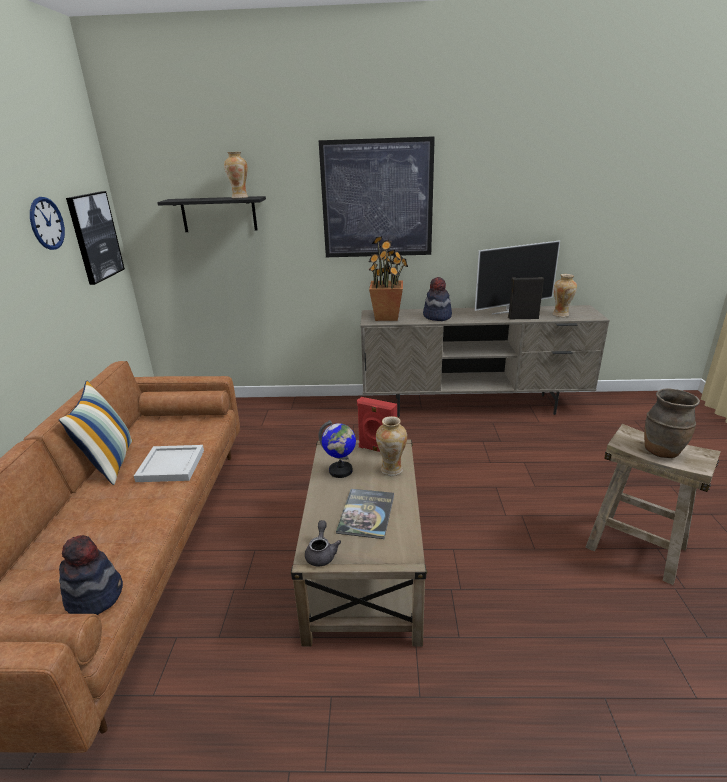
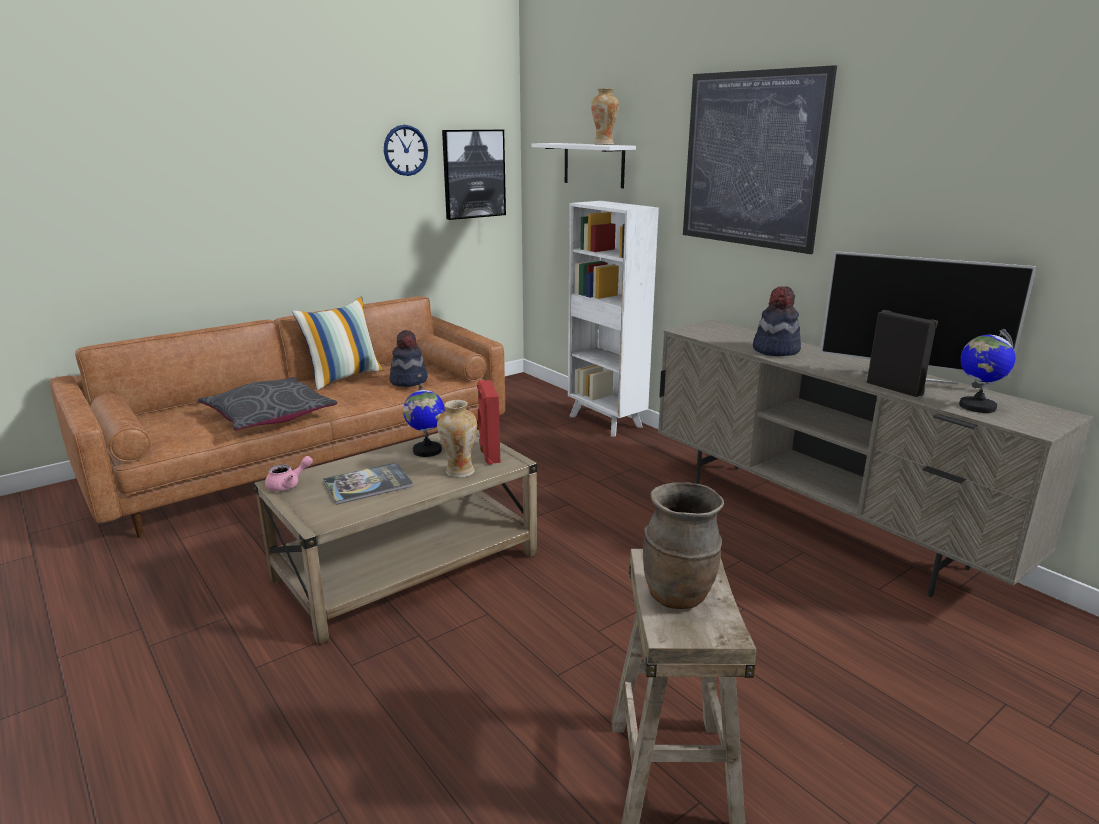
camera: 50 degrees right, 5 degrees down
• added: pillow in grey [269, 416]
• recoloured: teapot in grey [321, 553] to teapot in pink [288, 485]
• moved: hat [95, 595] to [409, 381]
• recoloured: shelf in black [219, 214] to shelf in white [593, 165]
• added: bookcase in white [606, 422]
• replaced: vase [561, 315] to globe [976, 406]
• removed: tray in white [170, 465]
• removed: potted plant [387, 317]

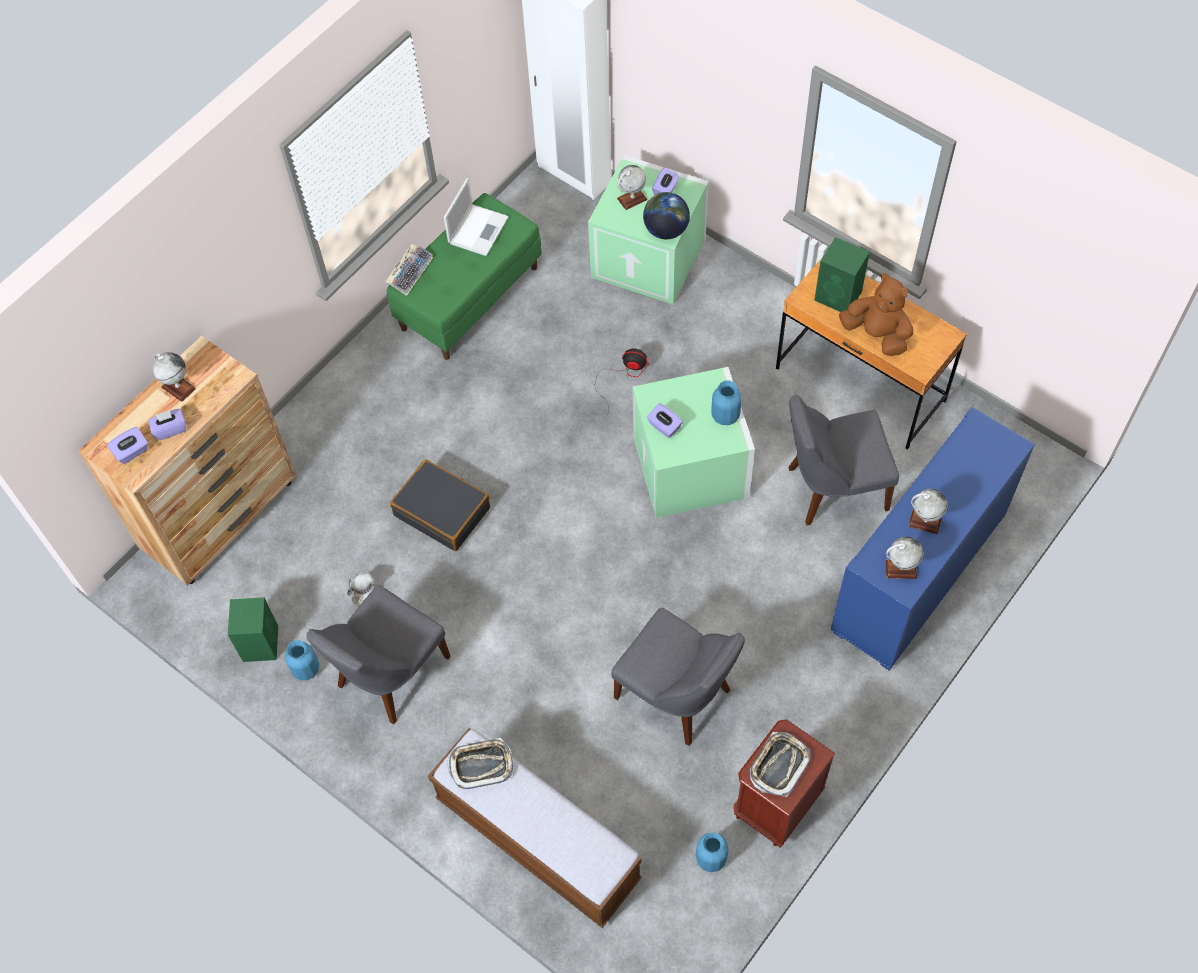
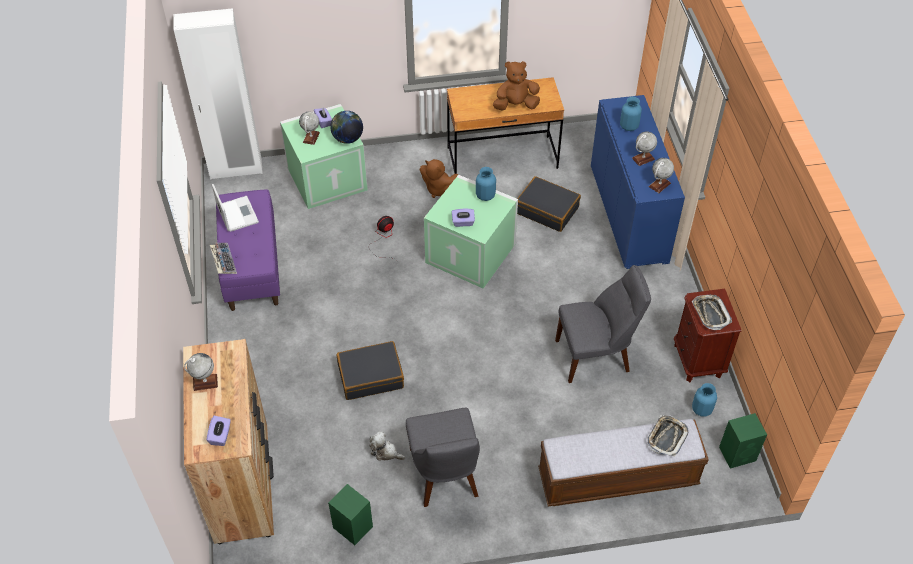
camera: 50 degrees left, 10 degrees down
• recoloured: bench in green [469, 297] to bench in purple [251, 266]
• added: plush toy in brown [439, 189]
• replaced: chair in grey [832, 488] to suitcase in black [547, 210]
• moved: vase in blue [306, 669] to [629, 126]
• moved: tray [481, 765] to [667, 437]
• moved: speaker in green [839, 296] to [738, 454]
• removed: tissue box in purple [170, 429]

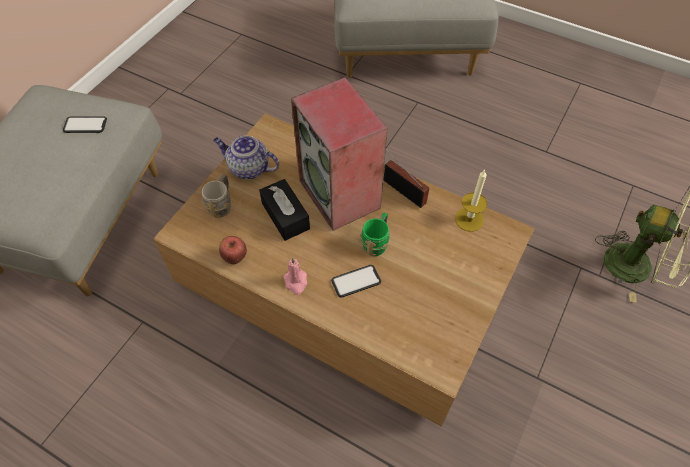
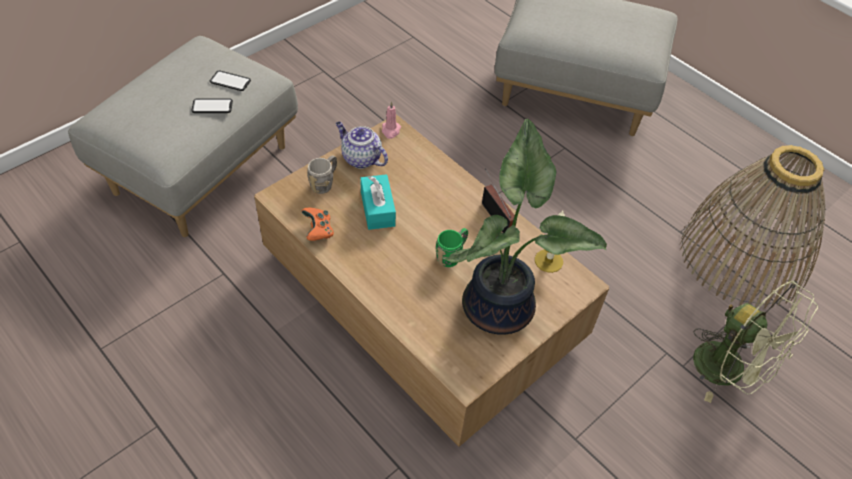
camera: 15 degrees right, 5 degrees down
• moved: phone [356, 281] to [212, 106]
• replaced: apple [235, 257] to game controller in orange [318, 231]
• recoloured: tissue box in black [285, 216] to tissue box in turquoise [377, 209]
• moved: candle in pink [296, 282] to [390, 131]
• added: potted plant [501, 305]
• added: basket [743, 256]
• removed: speaker [341, 194]

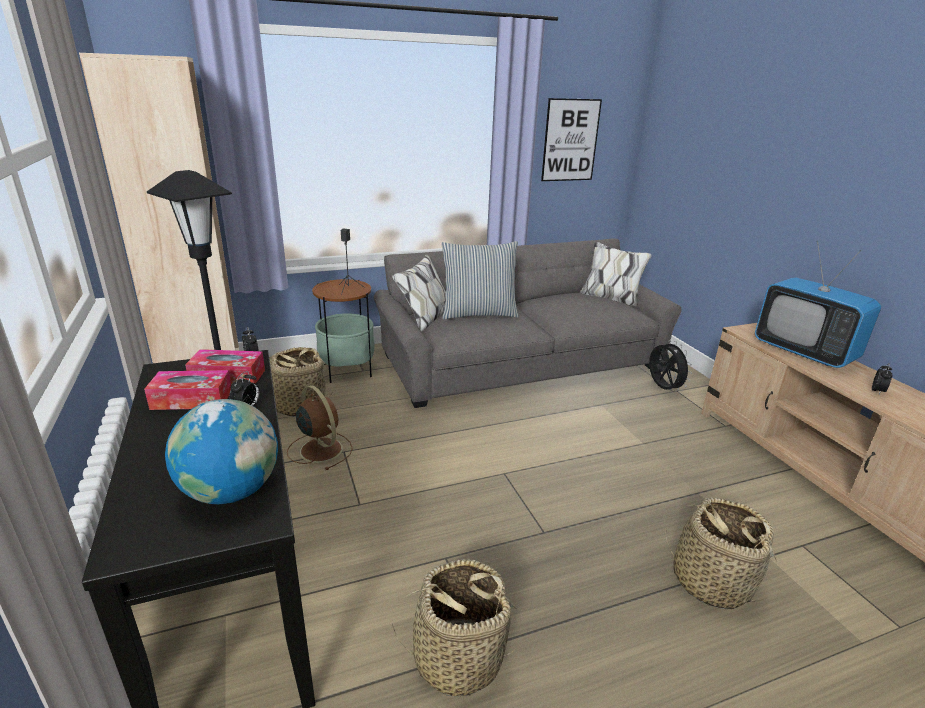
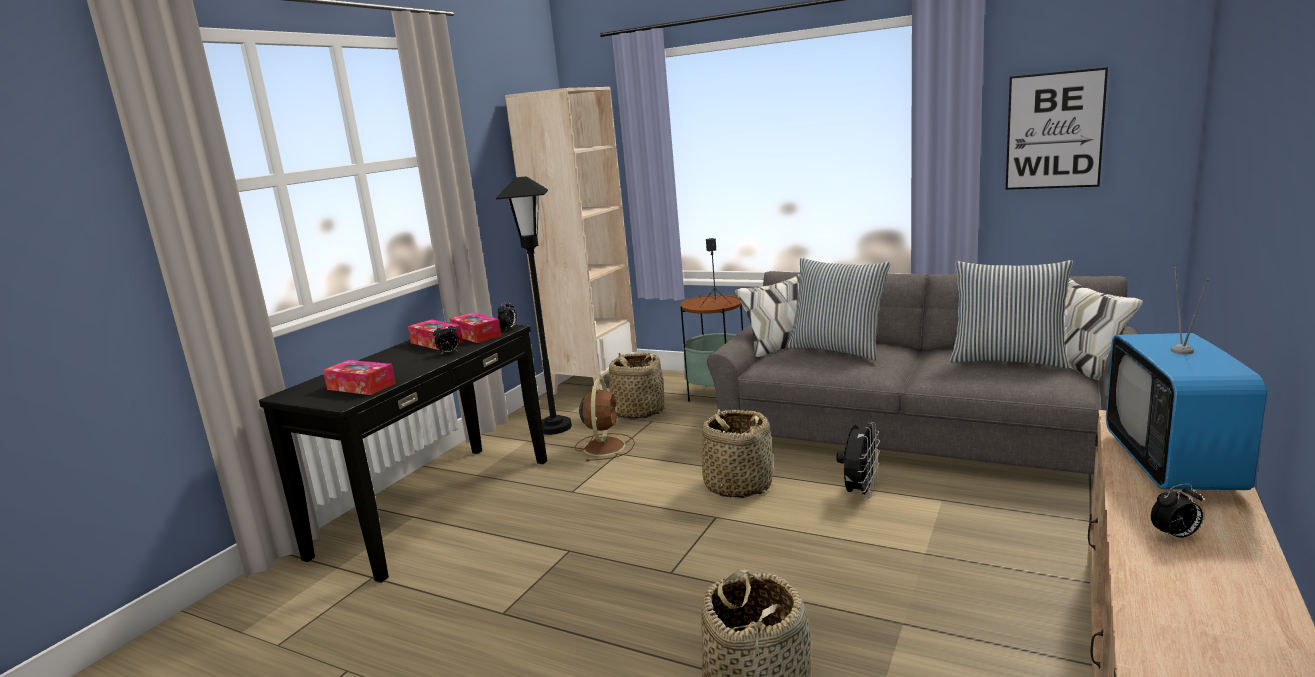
camera: 50 degrees right, 10 degrees down
• replaced: globe [231, 491] to tissue box [361, 386]
• moved: basket [458, 657] to [738, 485]
• moved: fan in black [662, 388] to [860, 493]
• added: pillow [1007, 360]

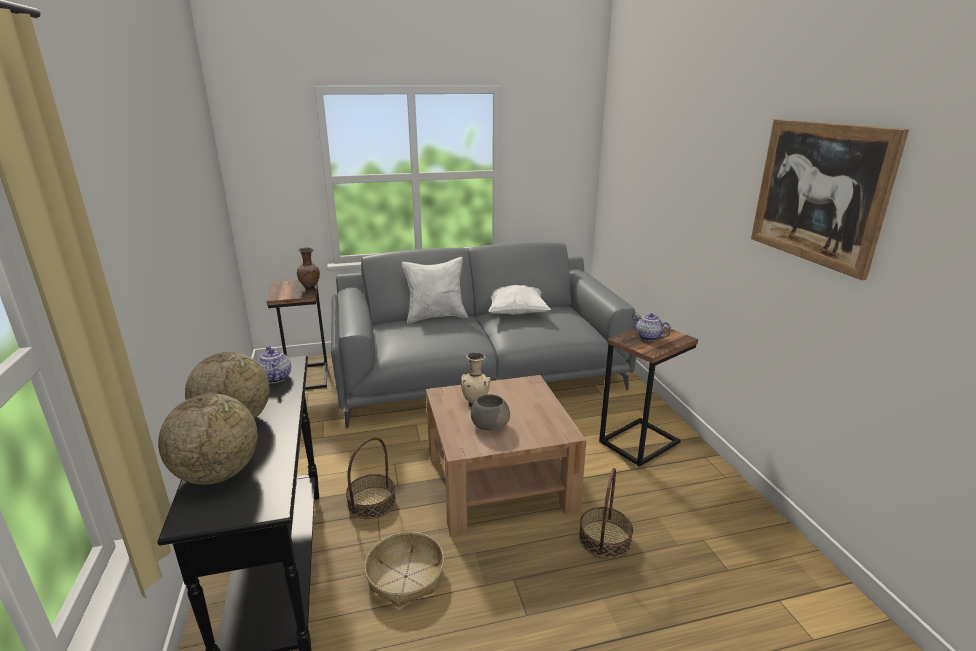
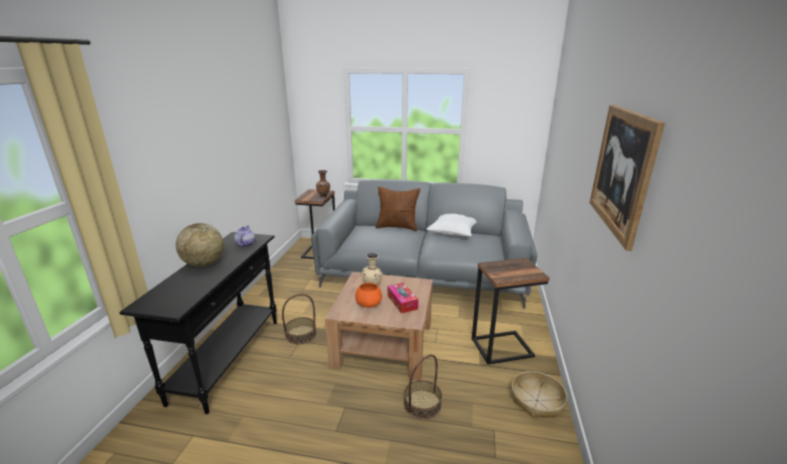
camera: 25 degrees right, 0 degrees up
• recoloured: bowl in grey [489, 425] to bowl in orange [369, 304]
• recoloured: pillow in white [436, 316] to pillow in brown [397, 227]
• added: tissue box [402, 302]
• moved: basket [405, 576] to [536, 400]
• removed: globe [218, 474]
• removed: teapot [648, 337]

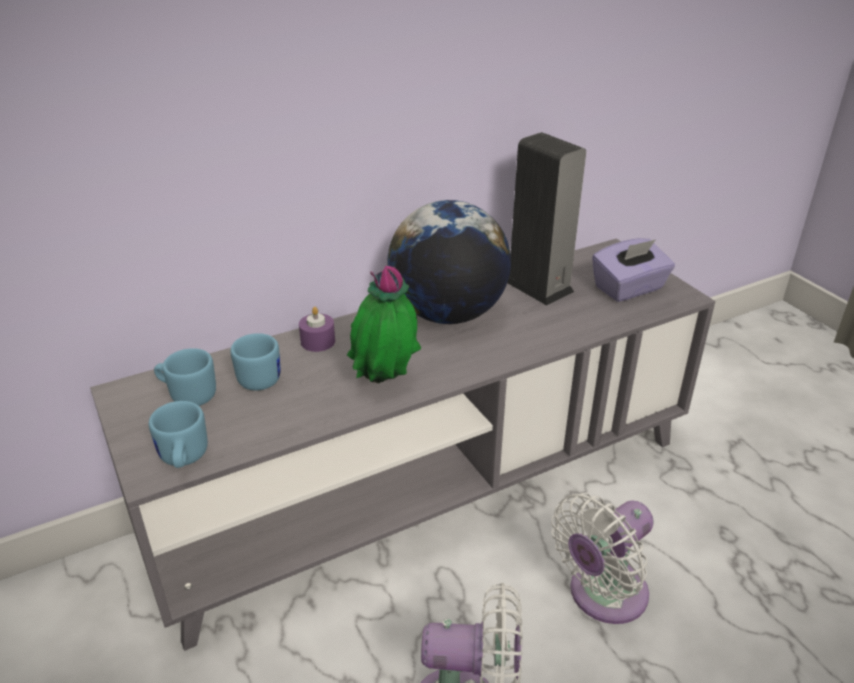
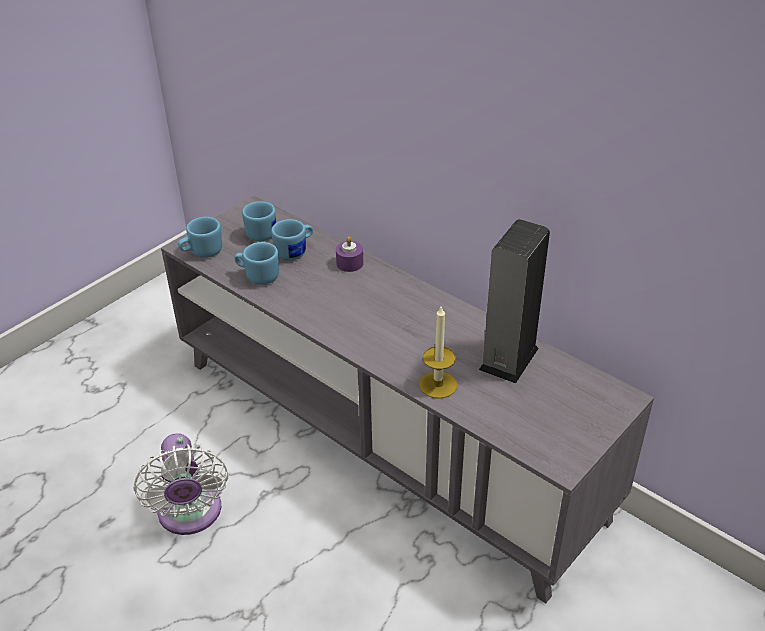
camera: 70 degrees right, 5 degrees up
• added: mug in blue [258, 276]
• added: candle [438, 385]
• removed: potted plant [385, 383]
• removed: globe [447, 314]
• removed: fan in white [602, 595]
• removed: tissue box in purple [629, 288]

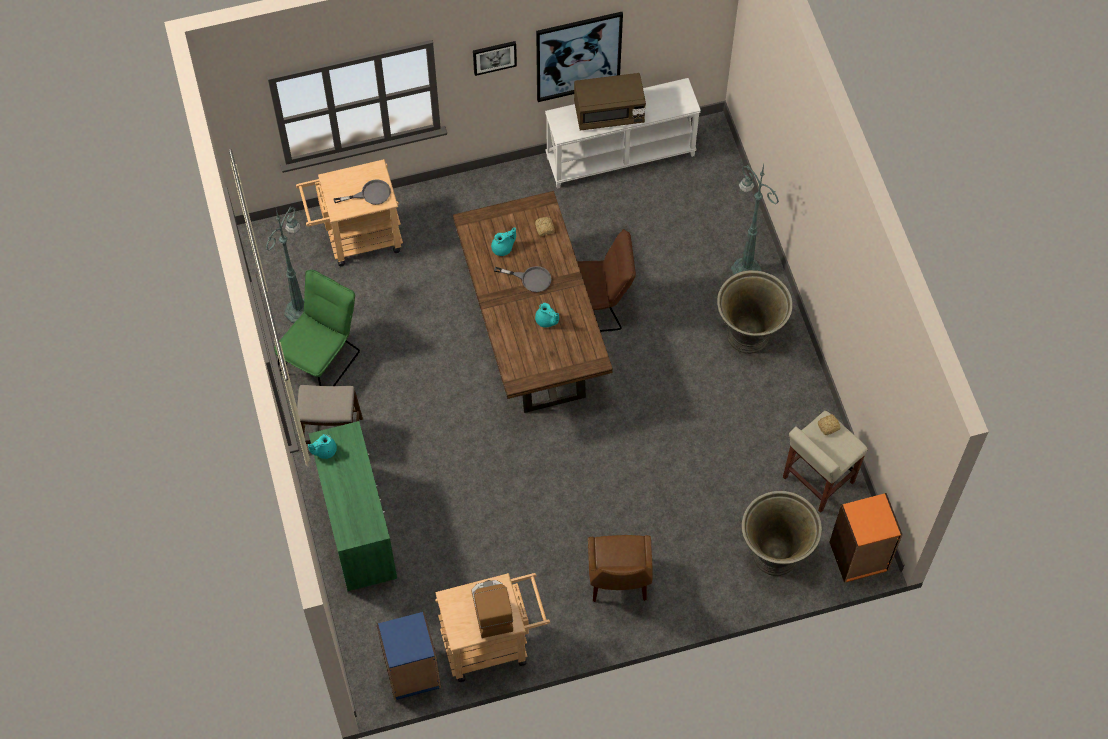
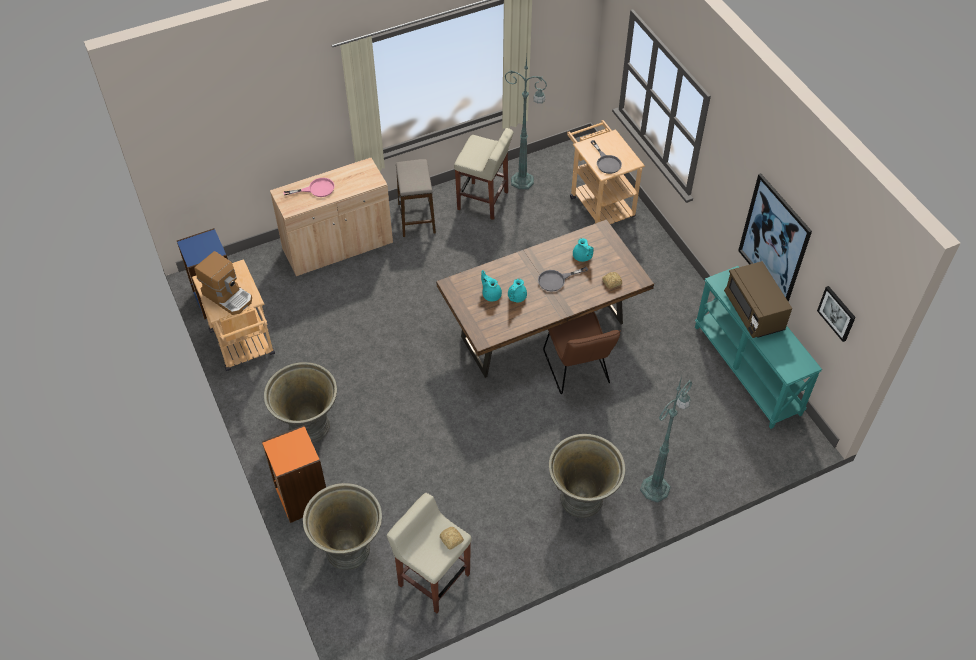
camera: 80 degrees right, 10 degrees down
• turned: coffee machine [491, 610] = [228, 296] 60 degrees clockwise
• moved: bookcase in orange [858, 557] to [302, 497]
• replaced: chair in brown [618, 581] to planter in grey [308, 427]
• recoloured: cabinet in green [358, 528] to cabinet in beige [338, 247]
• added: frying pan in pink [316, 189]
• replaced: chair in green [322, 358] to stool in beige [483, 201]
• moved: teapot in turquoise [324, 450] to [491, 294]
• turned: frying pan in grey [530, 279] = [556, 280] 60 degrees clockwise
• recoloured: console table in white [620, 155] to console table in turquoise [748, 370]
• moved: picture [494, 57] to [837, 313]

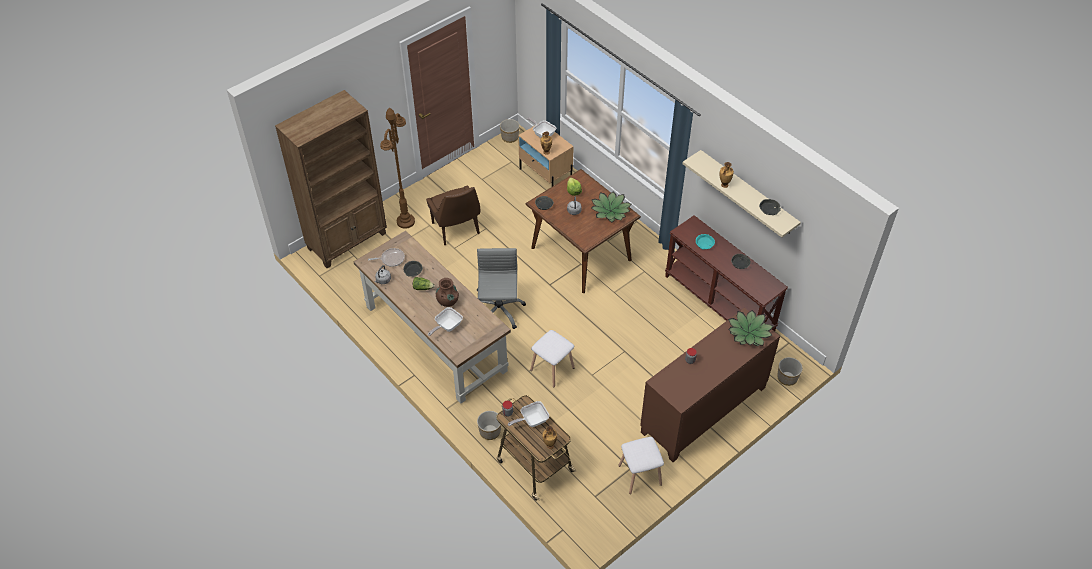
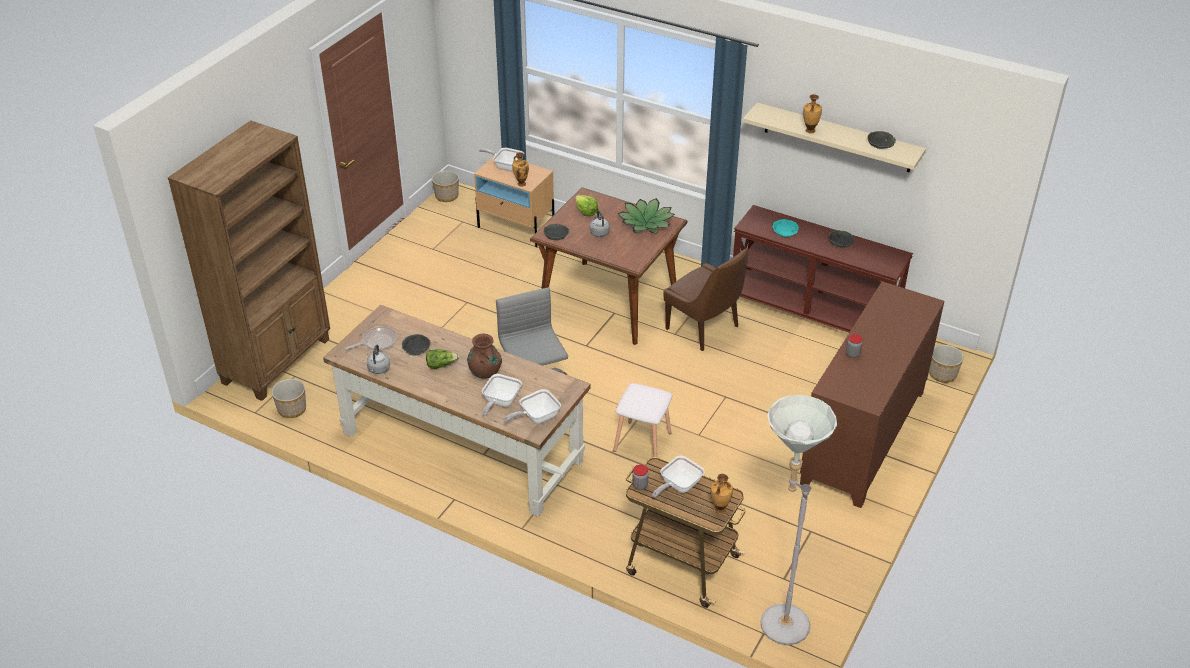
camera: 20 degrees left, 10 degrees down
• moved: planter [489, 431] to [291, 409]
• added: frying pan [536, 417]
• moved: chair in brown [456, 229] to [704, 329]
• added: floor lamp in grey [776, 618]
• removed: floor lamp in brown [405, 221]
• removed: stool in white [639, 475]
• removed: potted plant [749, 332]

